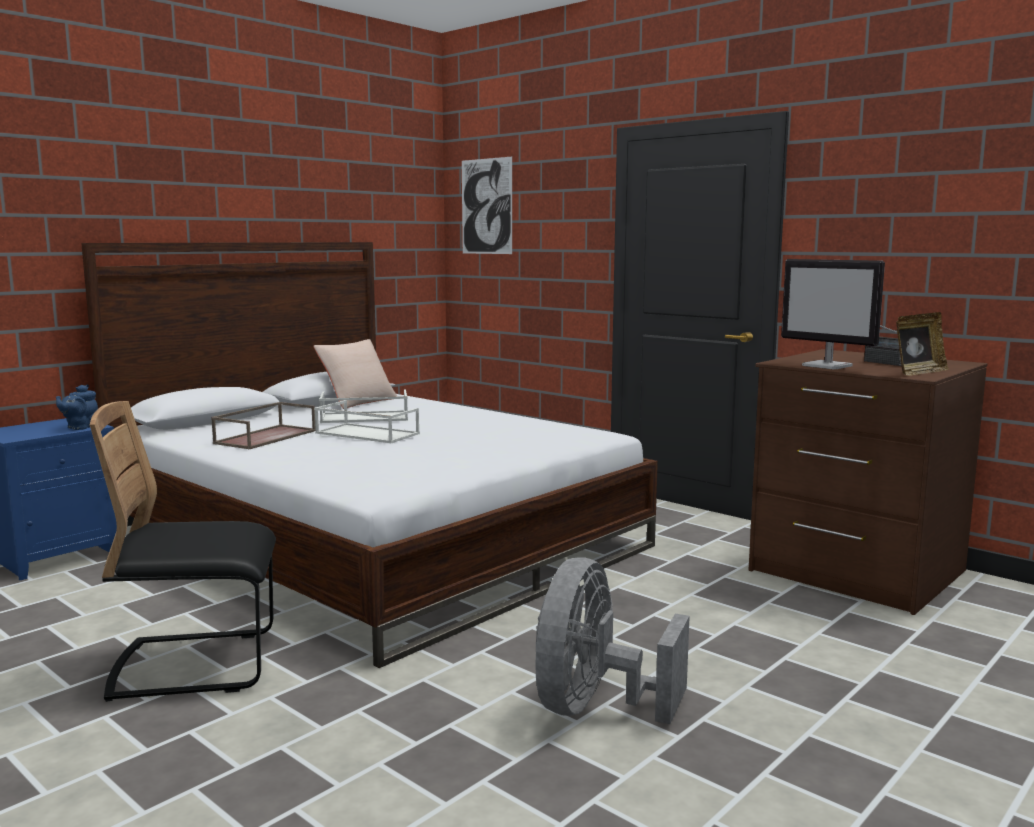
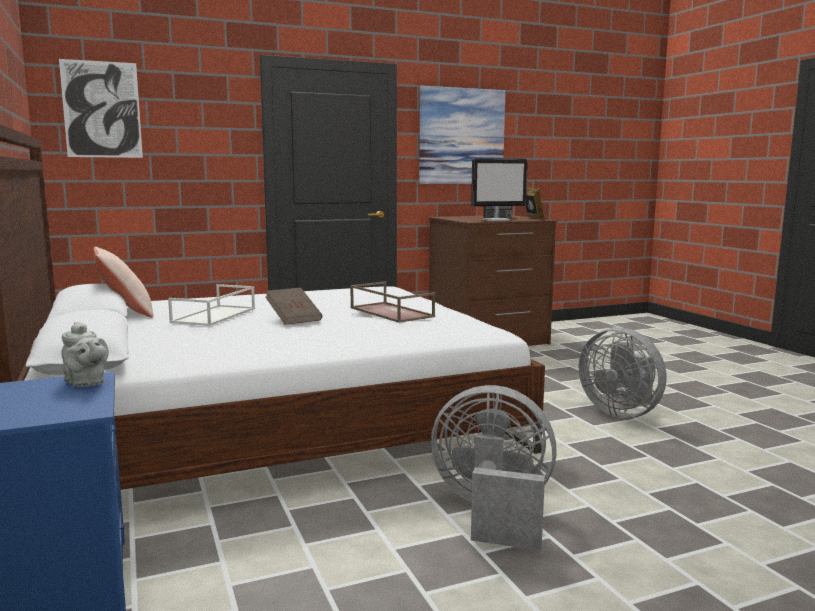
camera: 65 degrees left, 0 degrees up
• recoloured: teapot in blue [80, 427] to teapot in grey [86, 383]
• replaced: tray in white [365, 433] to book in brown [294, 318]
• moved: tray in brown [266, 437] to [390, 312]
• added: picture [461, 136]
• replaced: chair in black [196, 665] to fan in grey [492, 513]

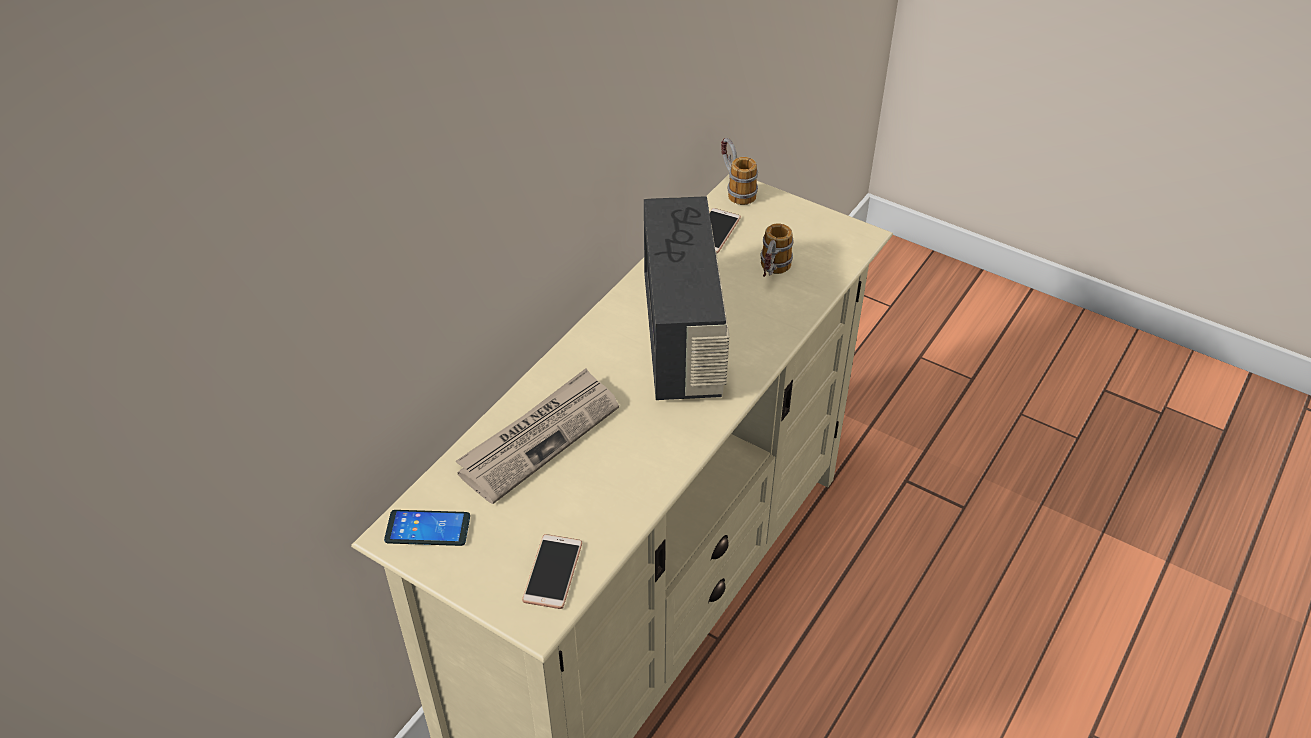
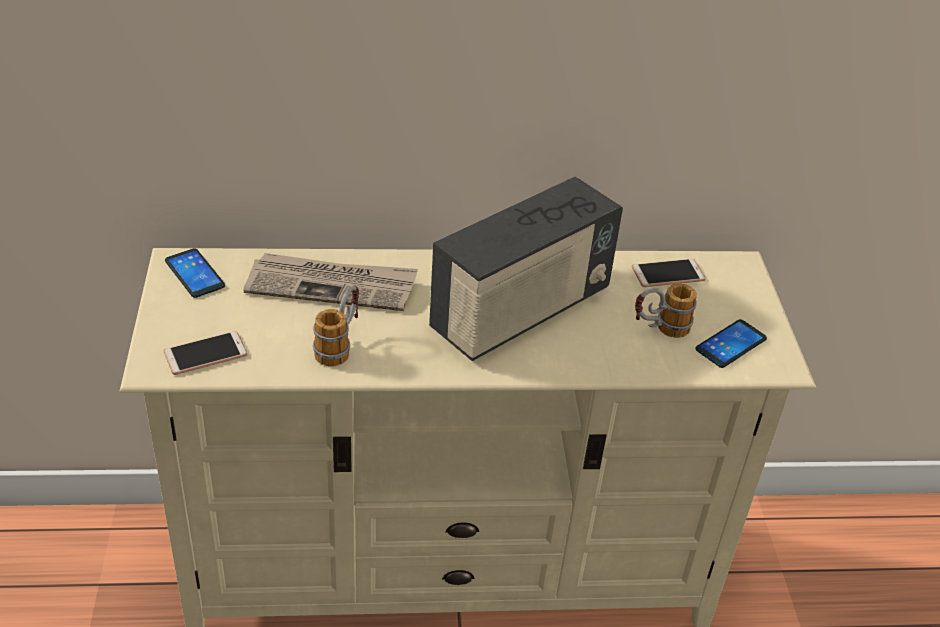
camera: 50 degrees right, 5 degrees down
• moved: mug [735, 189] to [340, 345]
• added: phone [731, 344]

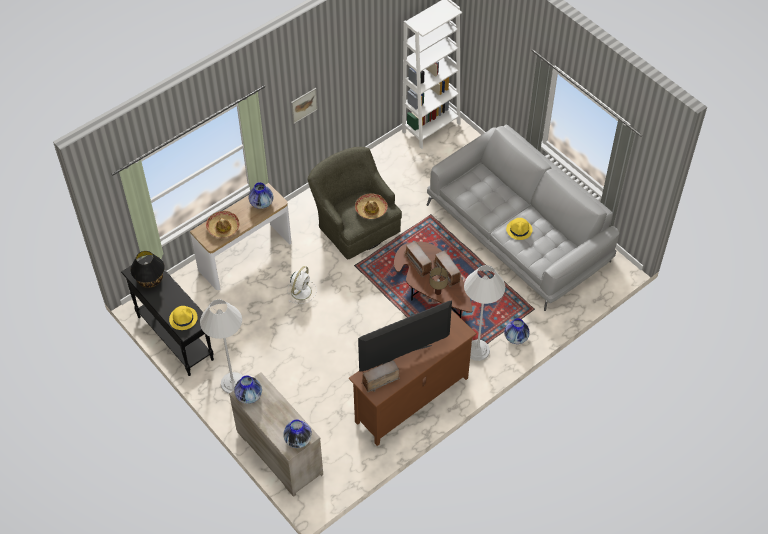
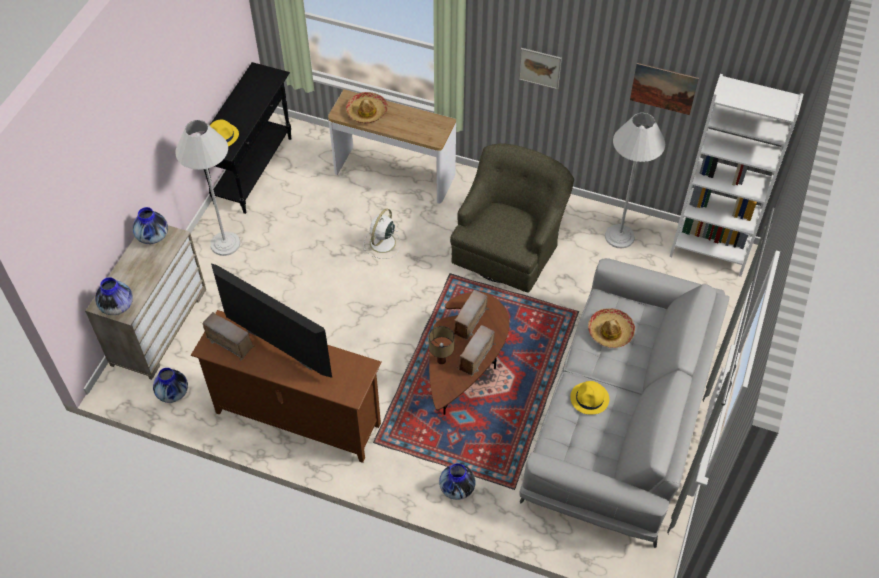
camera: 60 degrees right, 0 degrees up
• moved: vase [261, 203] to [173, 393]
• turned: fan in white [301, 291] = [382, 243] 120 degrees clockwise
• moved: hat [371, 209] to [610, 332]
• moved: floor lamp in white [477, 350] to [619, 236]
• added: picture [663, 88]
• removed: table lamp in black [150, 279]

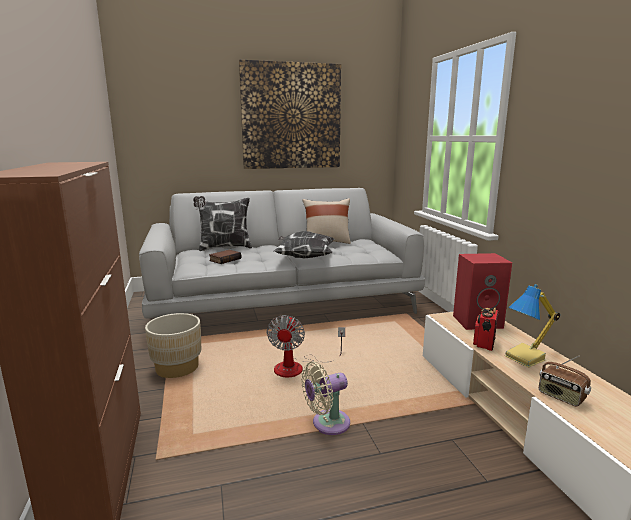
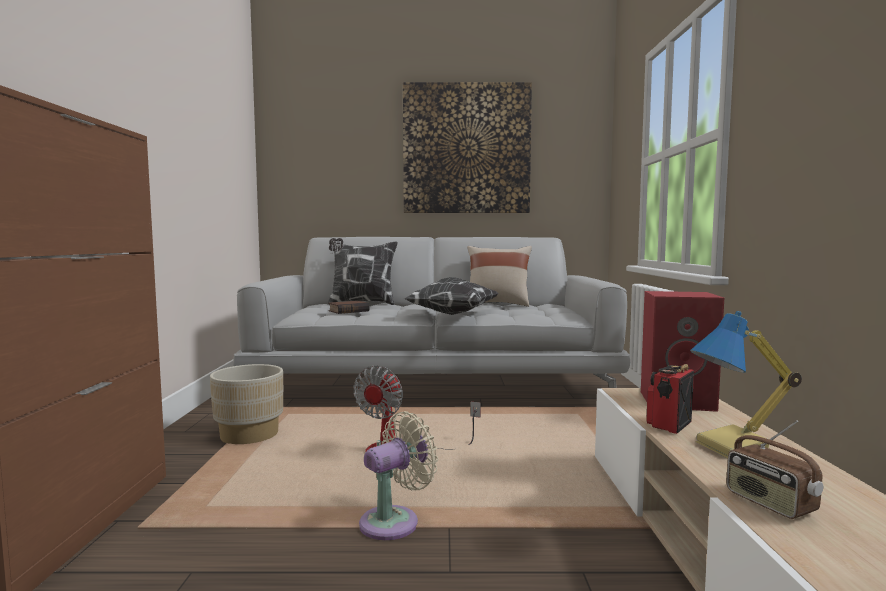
camera: 15 degrees right, 10 degrees down
• turned: fan in beige [327, 424] = [394, 521] 150 degrees clockwise

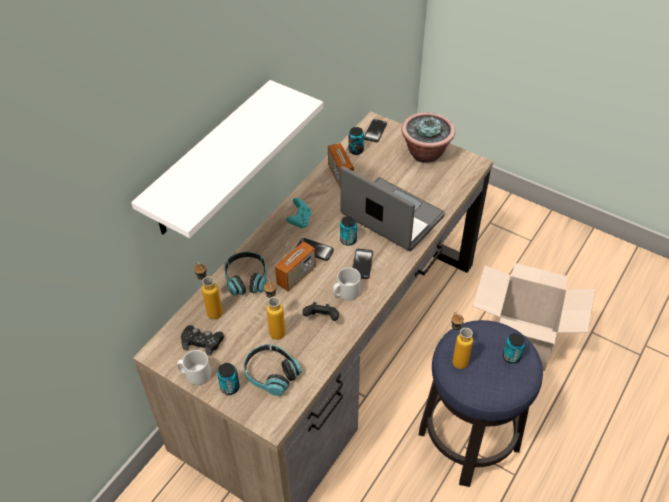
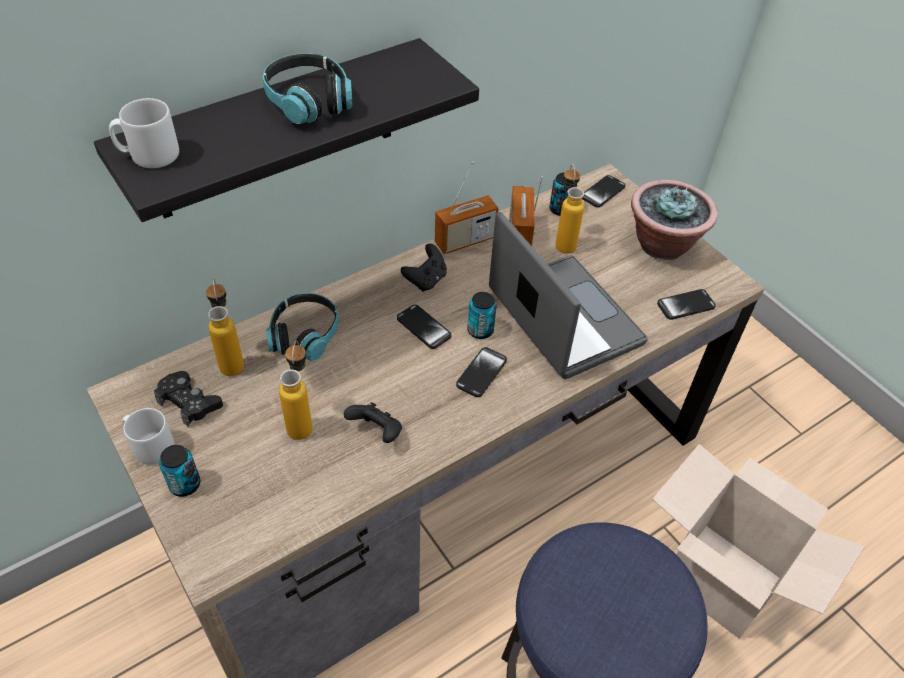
camera: 20 degrees right, 0 degrees up
• recoloured: shelf in white [209, 161] to shelf in black [276, 131]
• moved: mug in grey [345, 293] to [149, 155]
• moved: headphones [271, 374] to [308, 101]
• recoloured: game controller in turquoise [300, 221] to game controller in black [426, 280]
• moved: radio [296, 276] to [465, 240]
• moved: bottle [456, 358] to [563, 241]
• added: phone [685, 305]
• removed: can [511, 356]

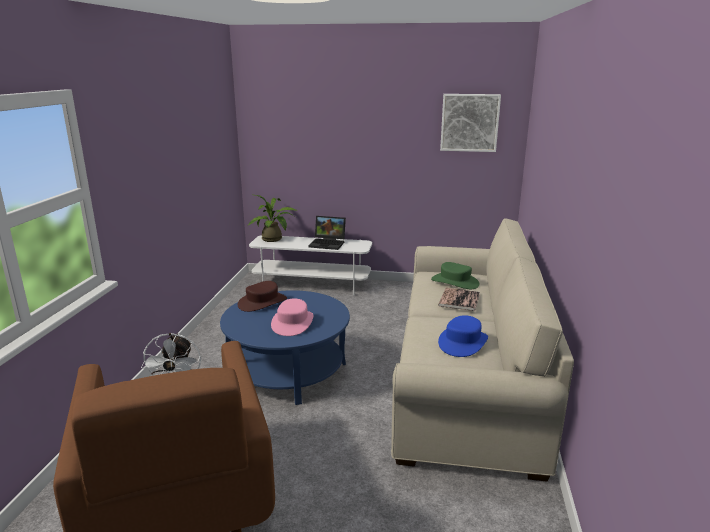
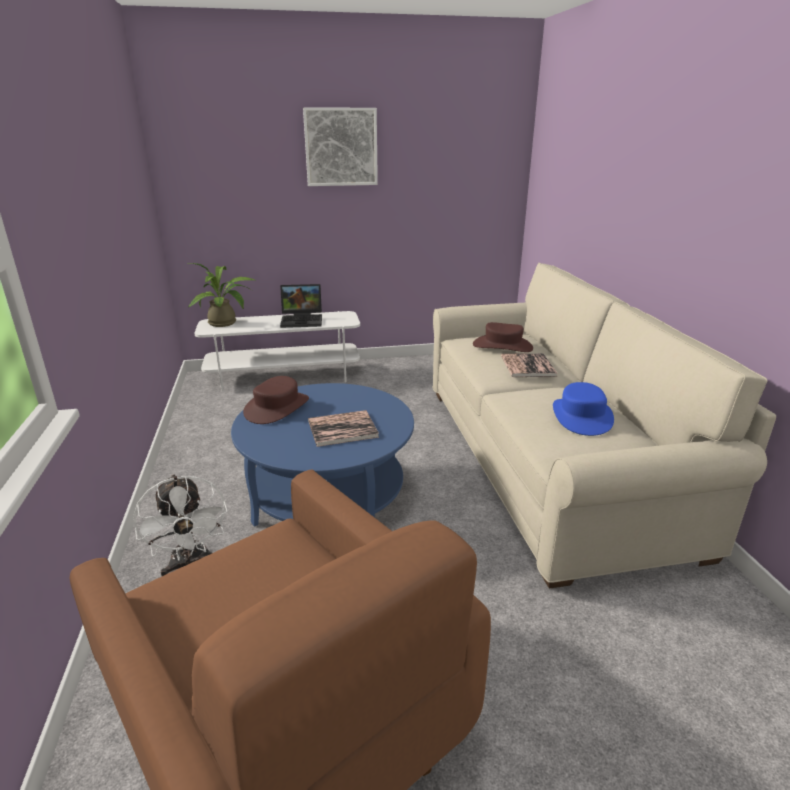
camera: 20 degrees left, 5 degrees up
• moved: picture [469, 122] to [341, 147]
• replaced: hat in pink [293, 323] to book [342, 429]
• recoloured: hat in green [455, 282] to hat in brown [502, 346]

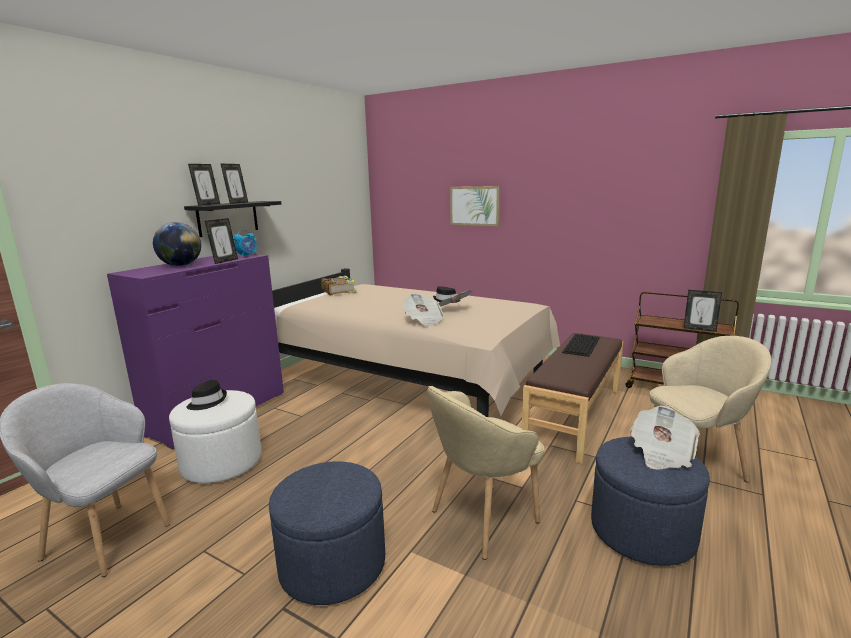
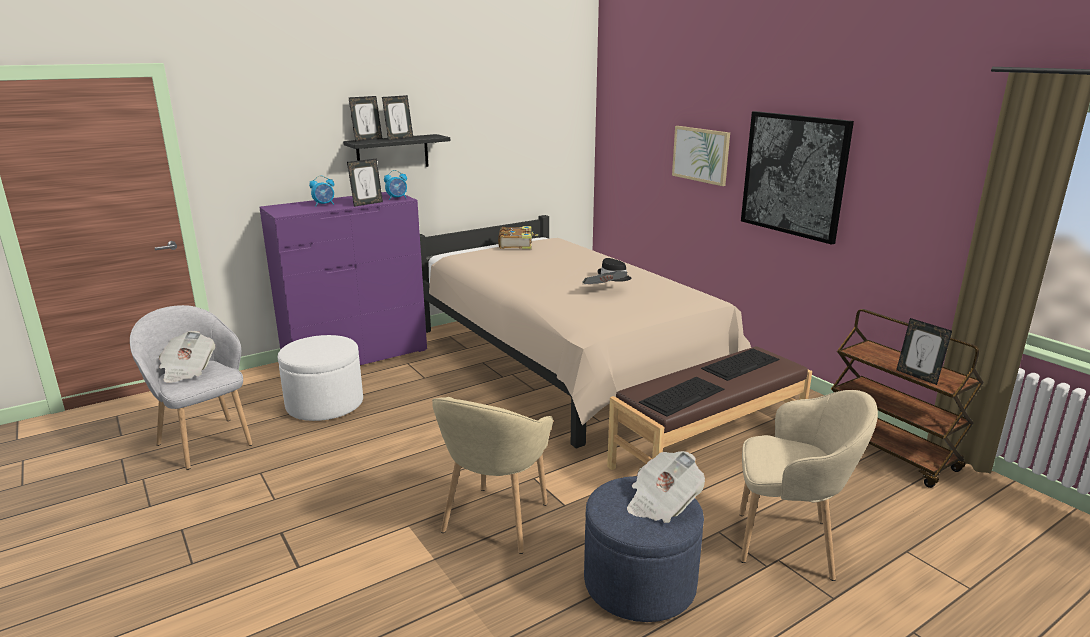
camera: 25 degrees right, 5 degrees up
• moved: newspaper [423, 321] to [187, 370]
• replaced: globe [181, 266] to alarm clock [324, 205]
• turned: armchair in beige [483, 519] = [495, 521] 60 degrees counterclockwise
• added: keyboard [682, 395]
• added: picture [794, 175]
• removed: hat in black [207, 402]
• removed: ottoman in blue [332, 564]

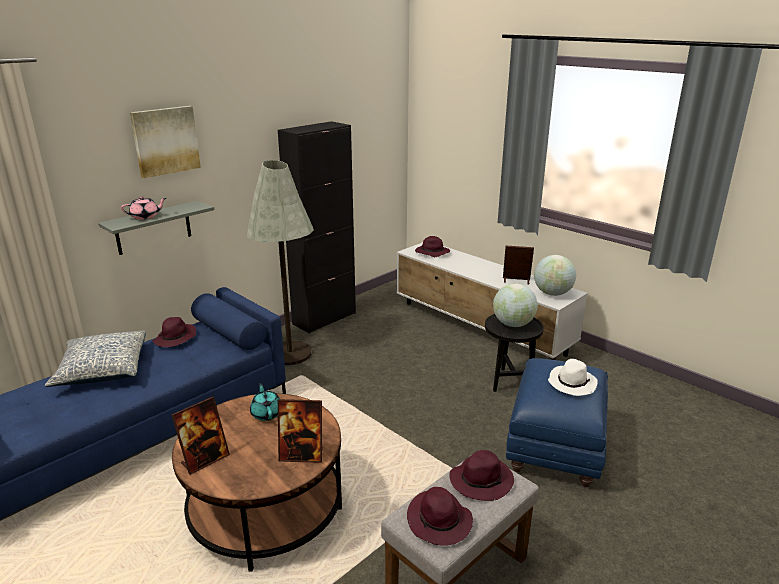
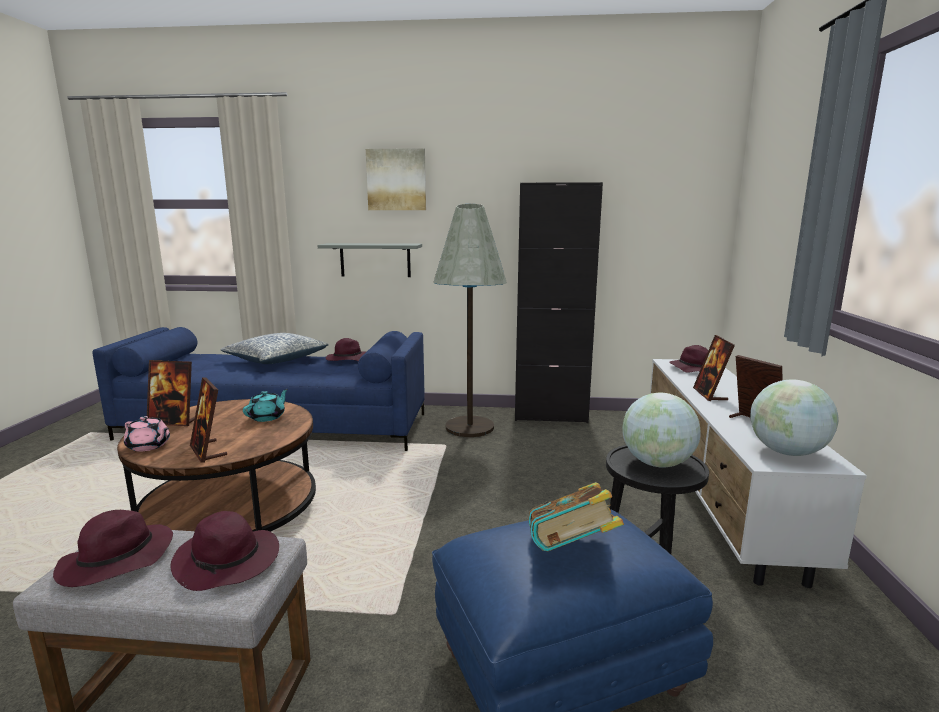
camera: 50 degrees right, 10 degrees down
• moved: teapot in pink [145, 217] to [149, 446]
• replaced: hat in white [571, 383] to book [571, 552]
• added: picture frame [710, 394]

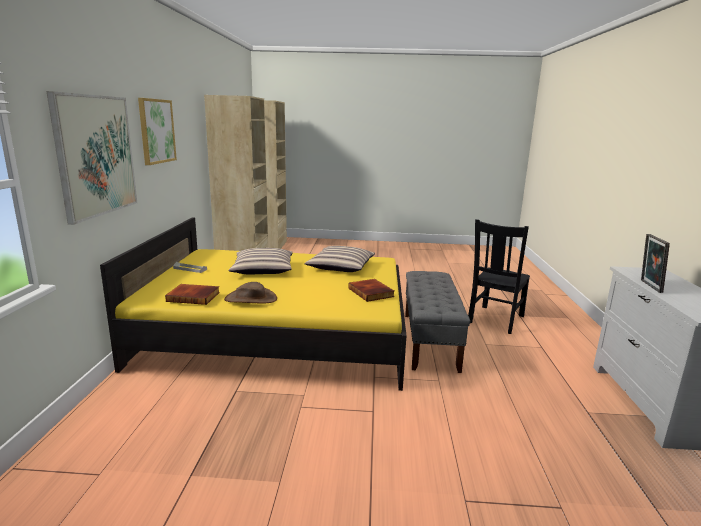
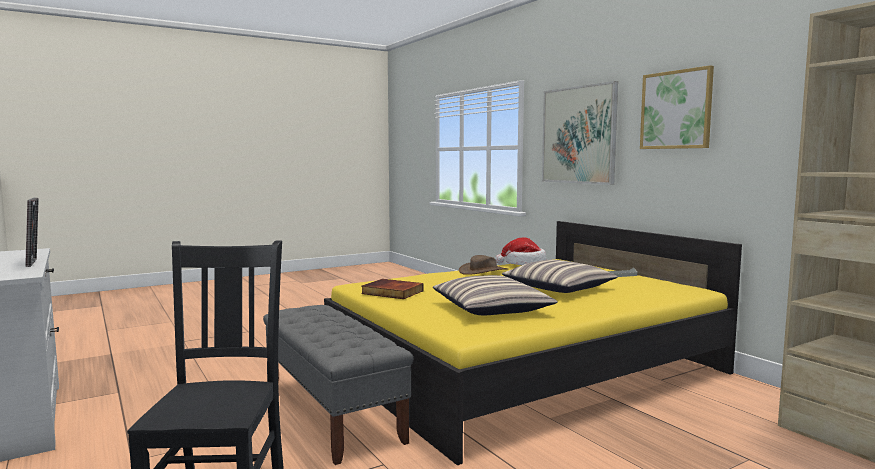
camera: 145 degrees right, 10 degrees down
• replaced: book [194, 296] to hat [523, 263]

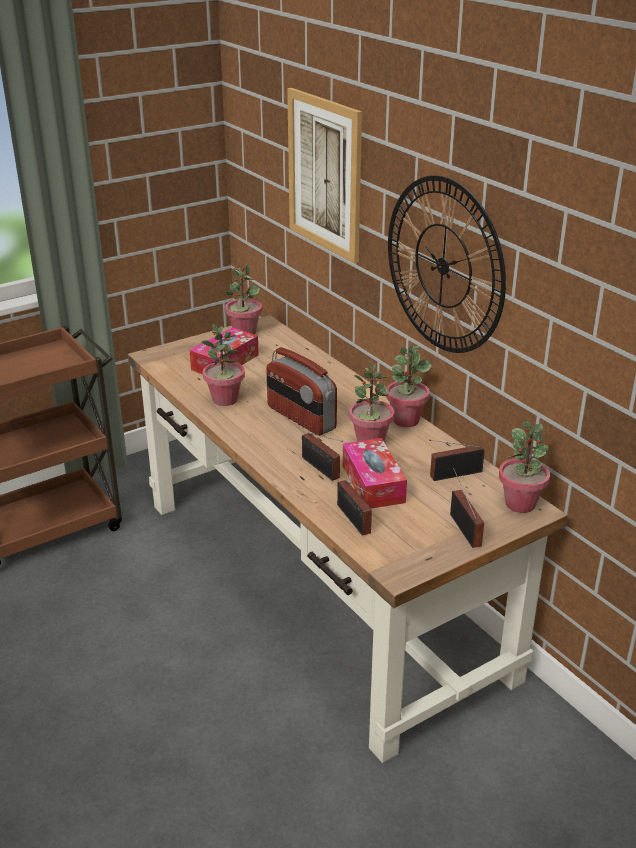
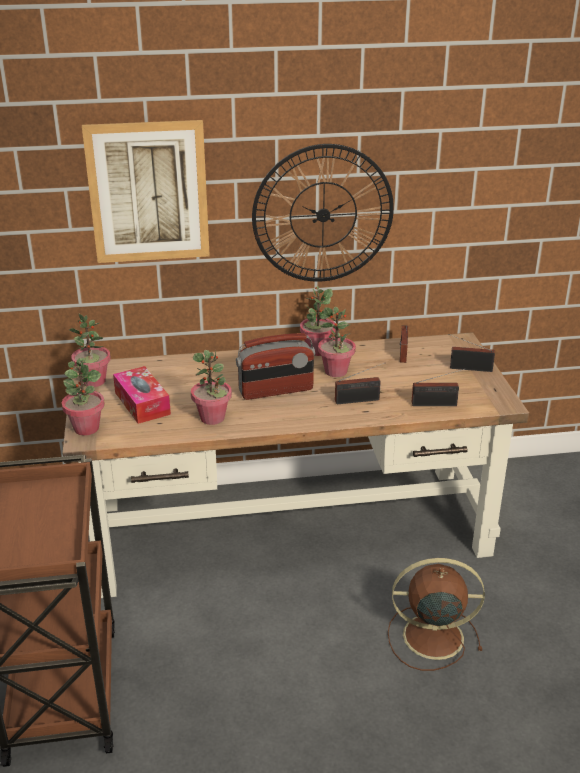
camera: 65 degrees left, 0 degrees up
• moved: potted plant [520, 504] to [86, 428]
• added: fan in brown [430, 636]
• removed: tissue box [373, 483]

